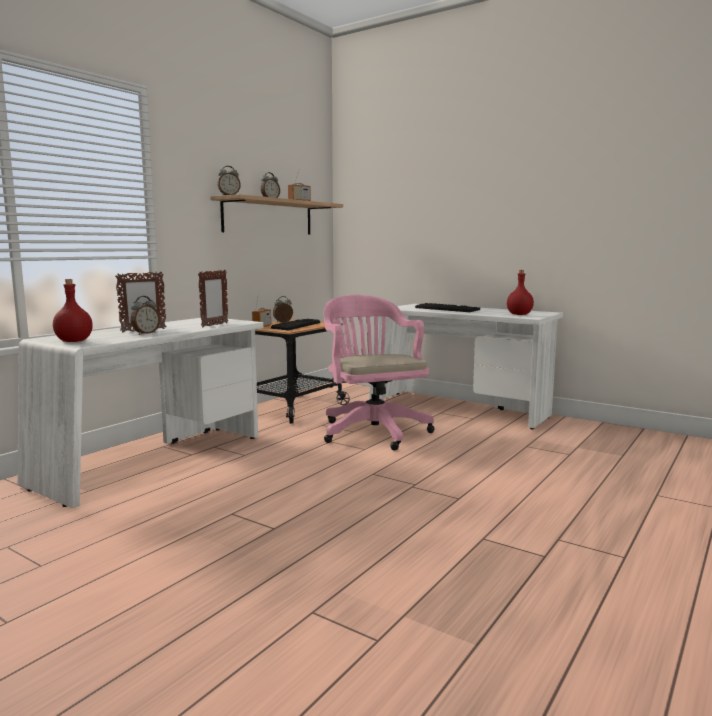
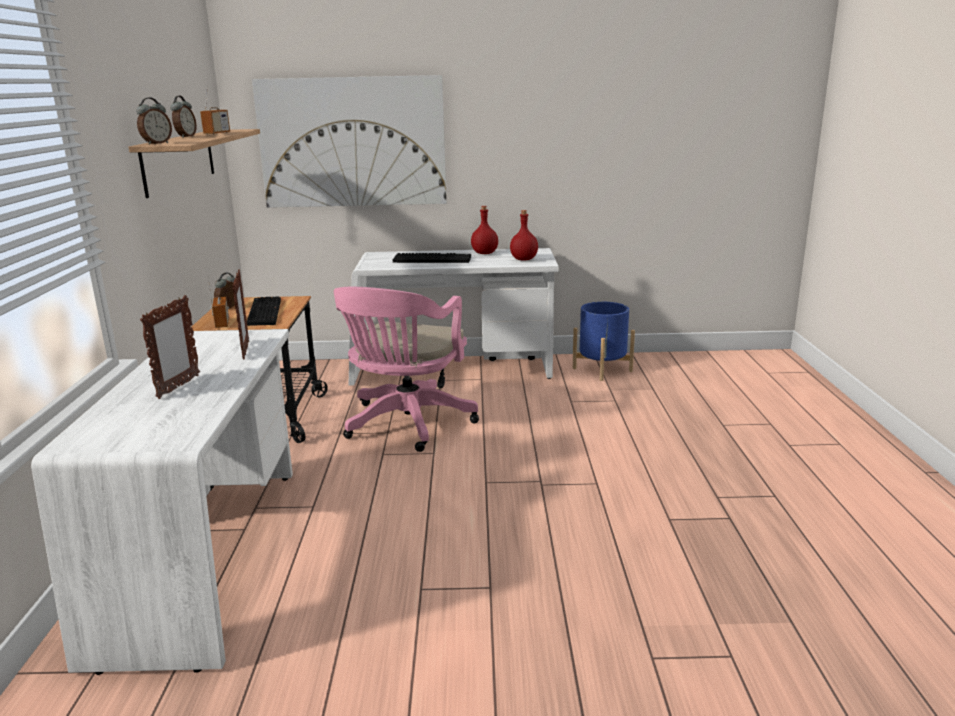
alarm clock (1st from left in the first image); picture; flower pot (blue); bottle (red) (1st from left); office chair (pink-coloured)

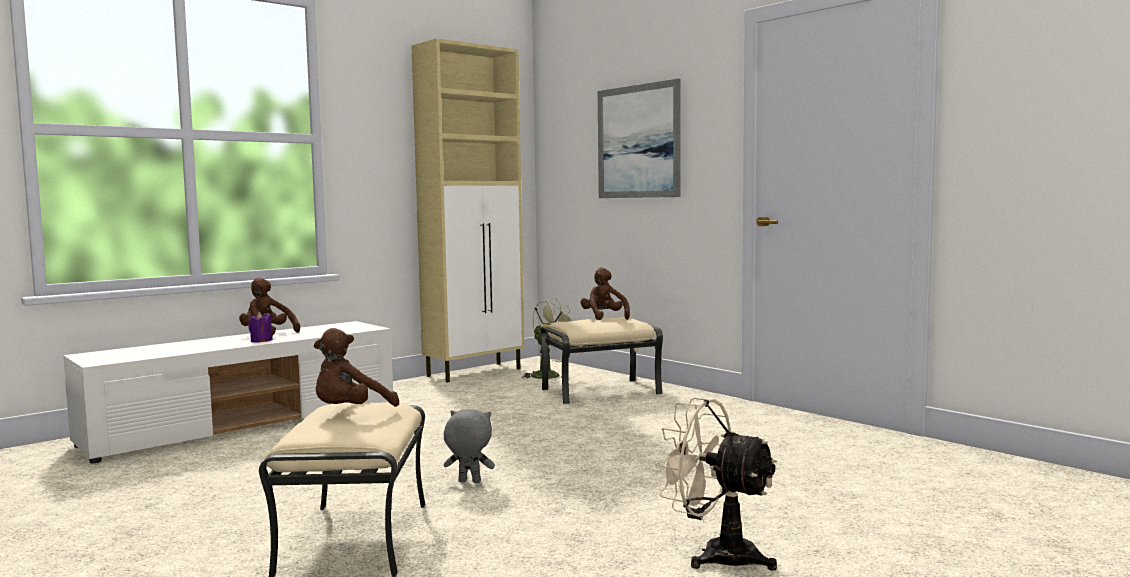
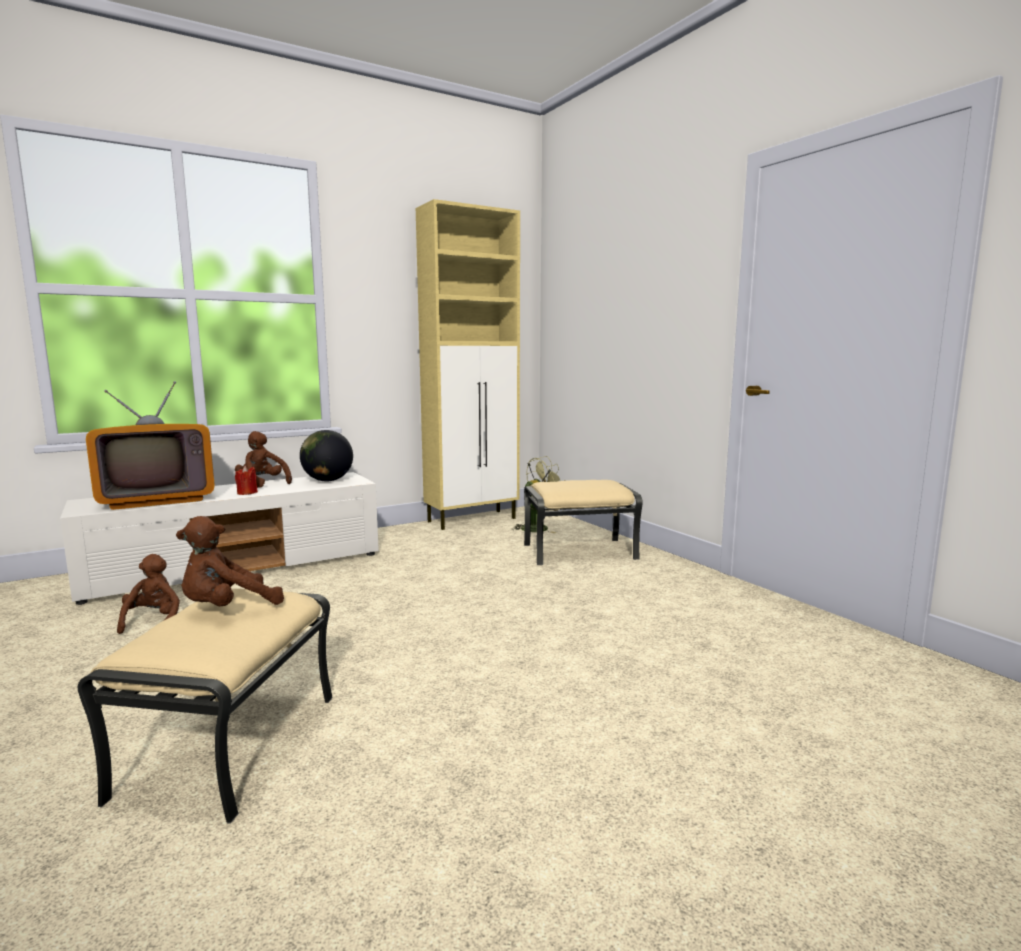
plush toy (grey); picture; cooling fan (sand-coloured); TV; desk globe; plush toy (brownish) (1st from left); wax light (red)

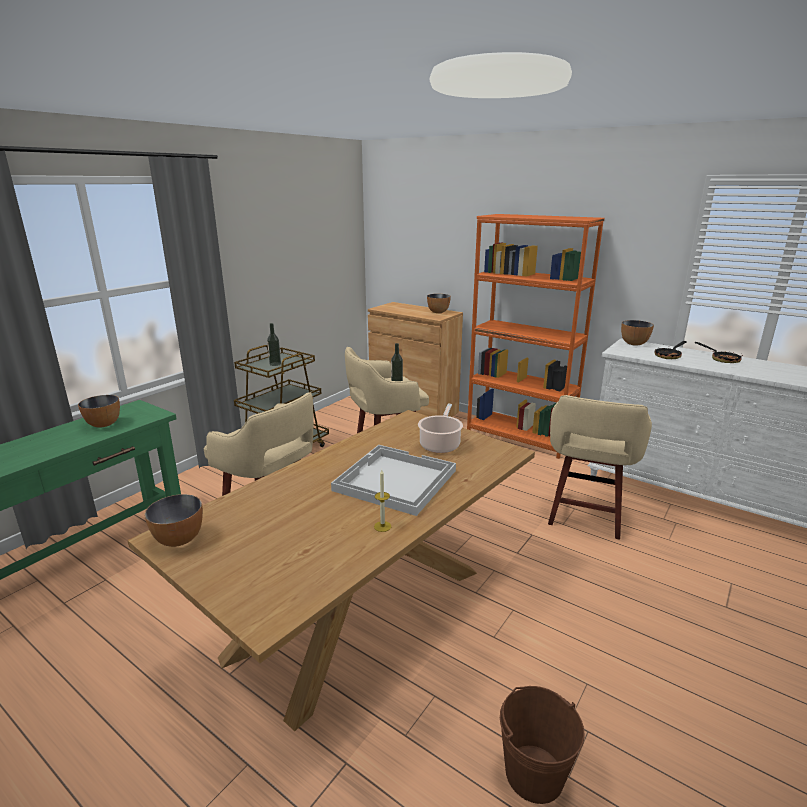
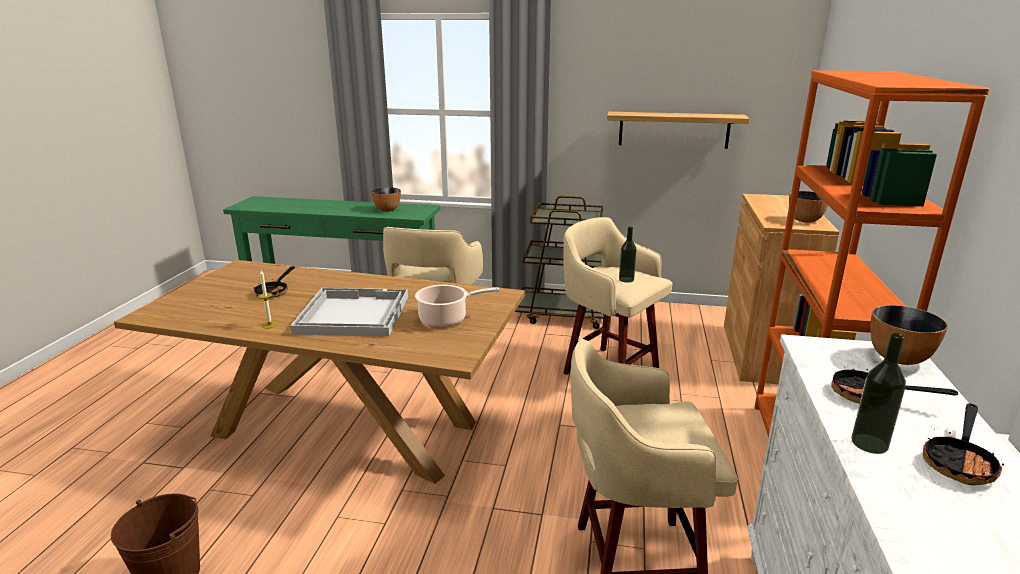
serving bowl (2nd from left in the first image); skillet (1st from left); wall shelf; bottle (2nd from left)

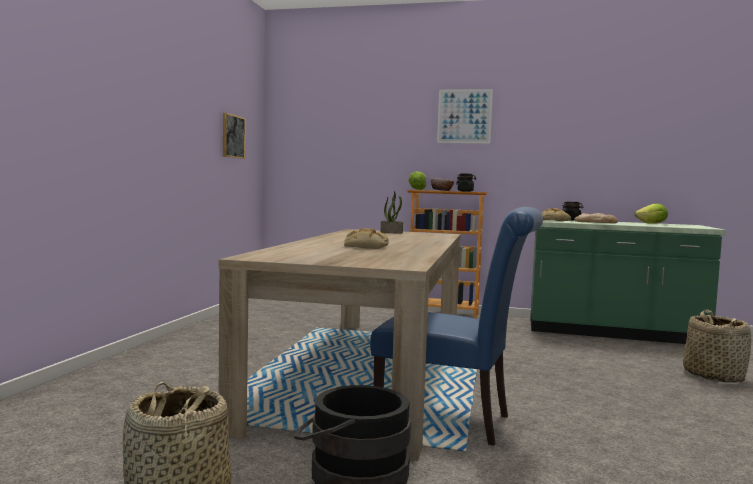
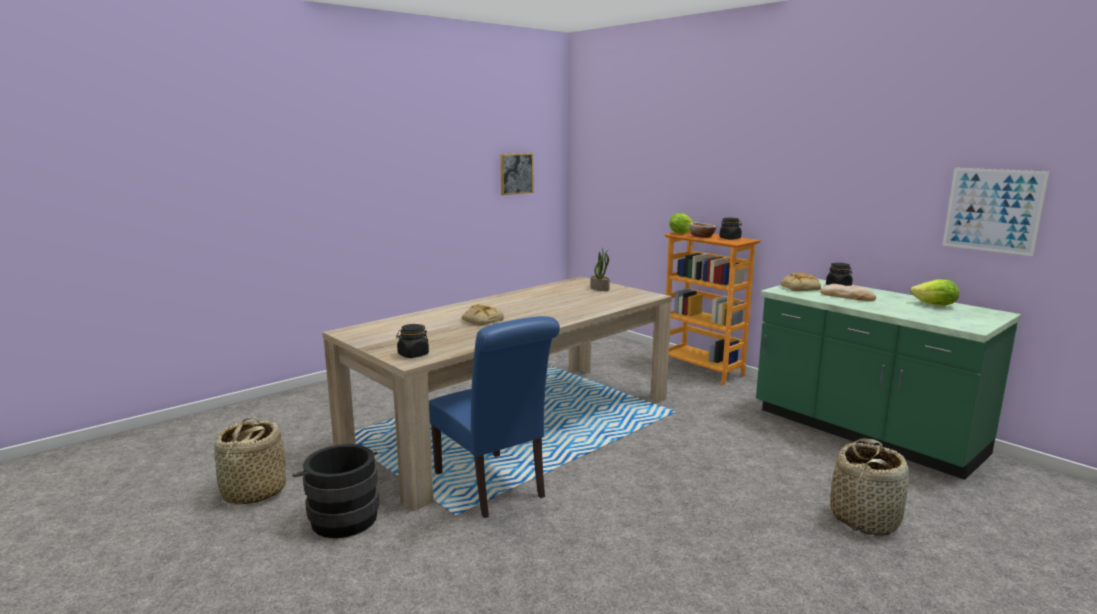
preserve jar (blackish) (1st from left); picture (2nd from left)

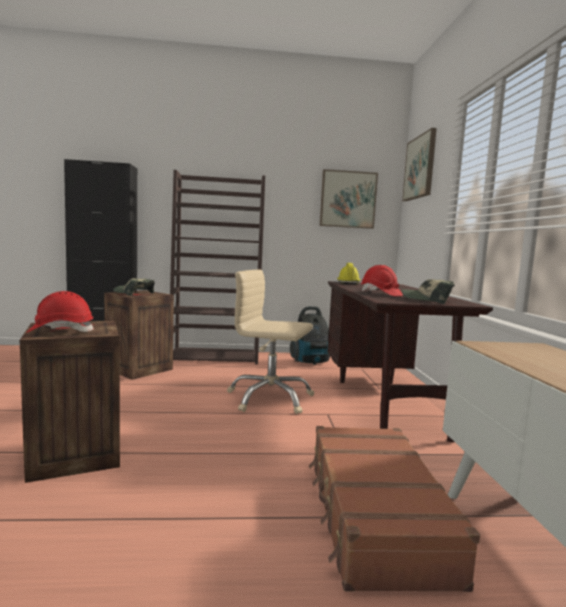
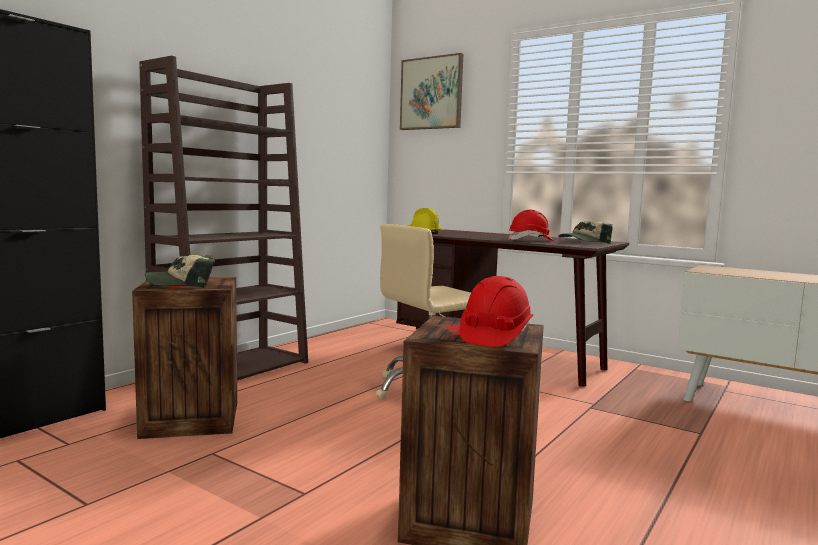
hoover; suitcase (brownish); picture (1st from left in the first image)

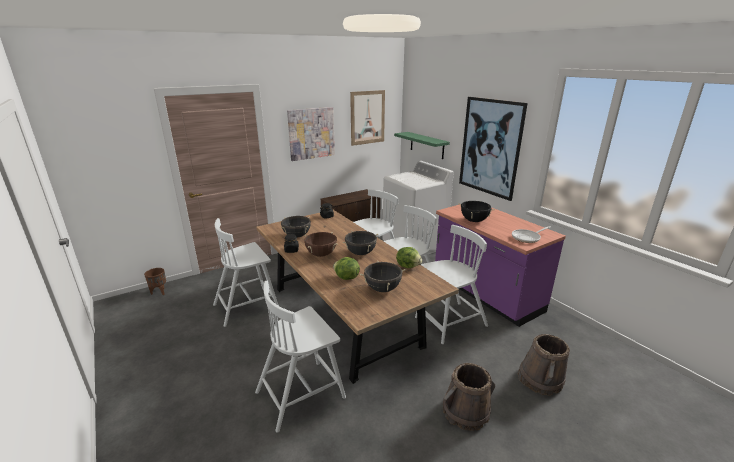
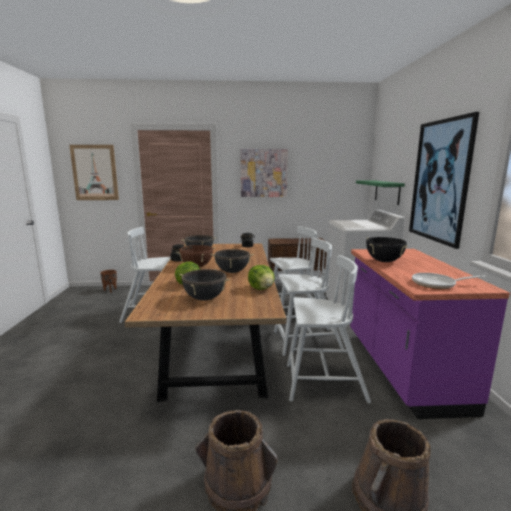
chair (white-coloured) (2nd from left in the first image); picture (1st from left)

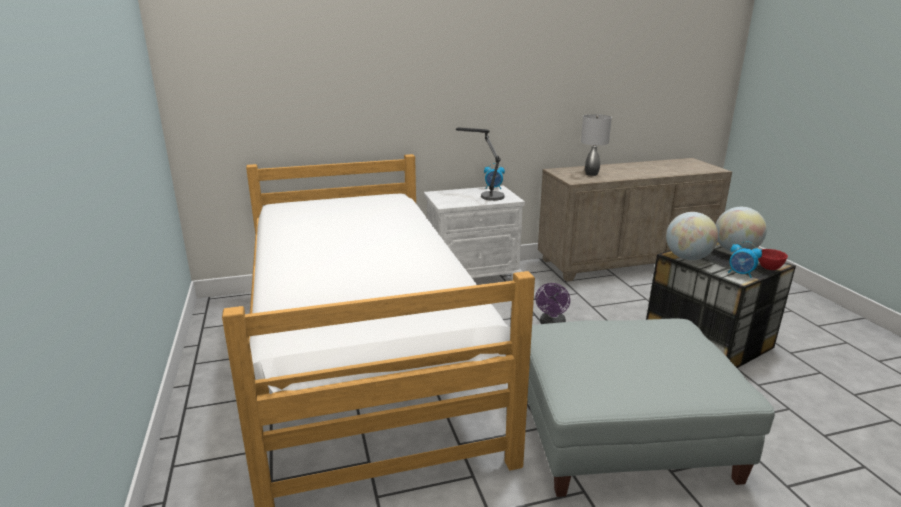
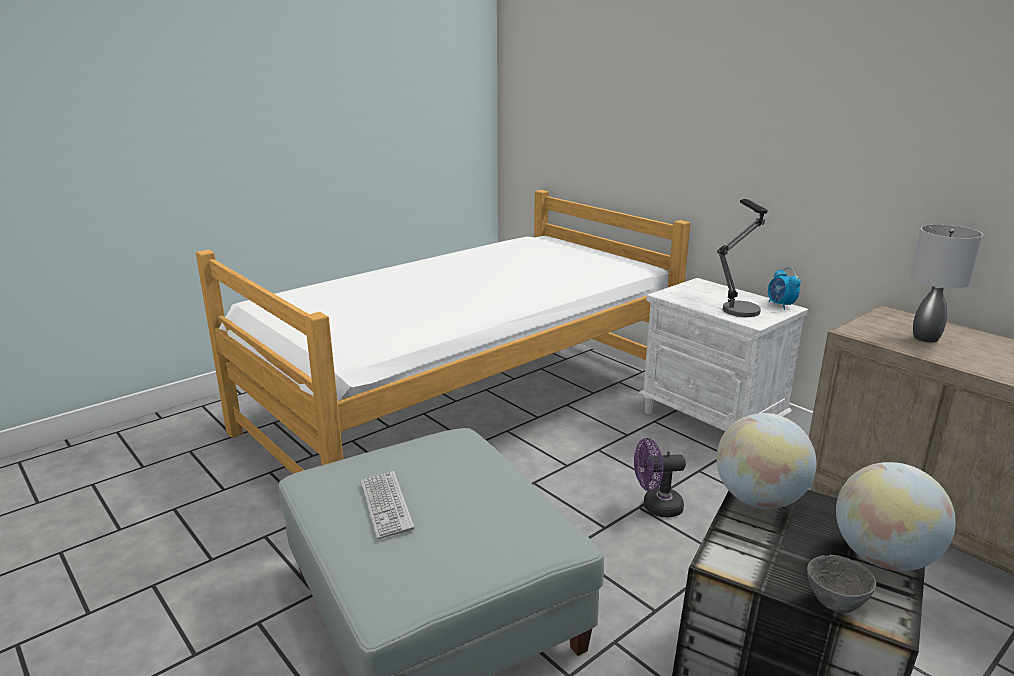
alarm clock (2nd from left in the first image); computer keyboard; serving bowl (grey)

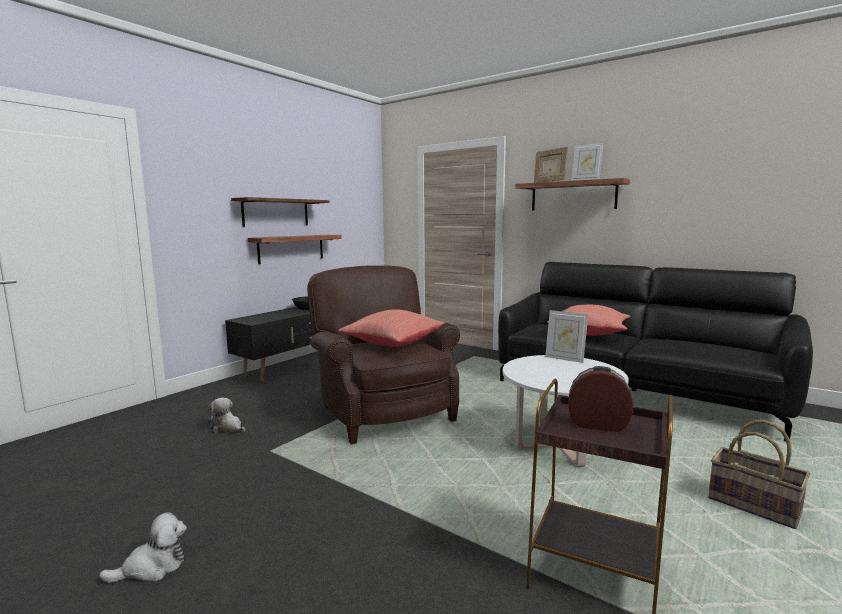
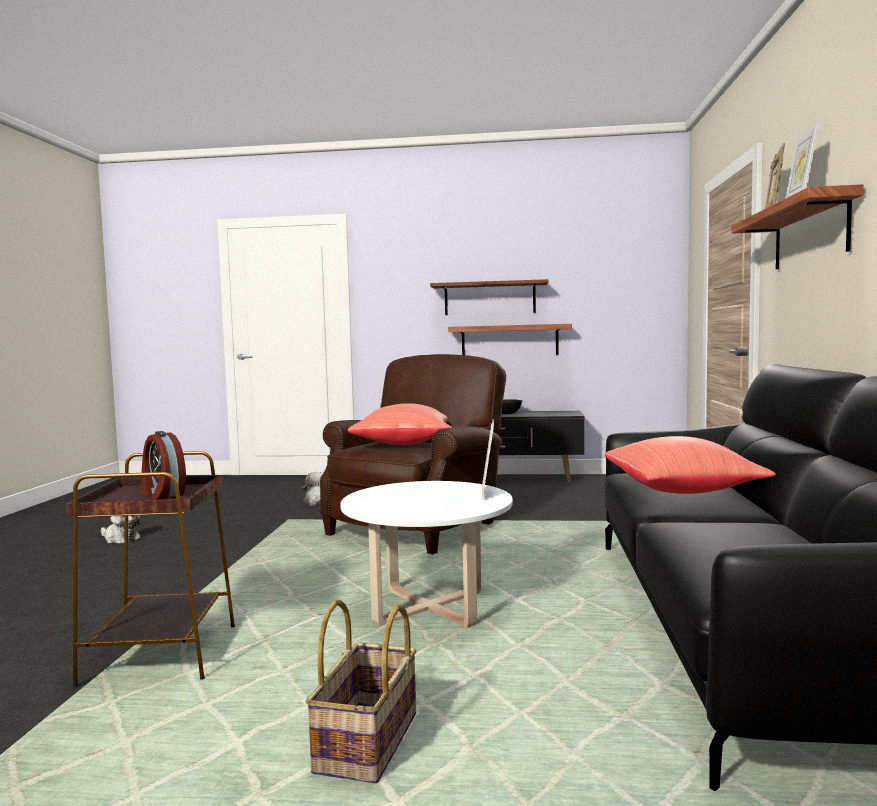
alarm clock

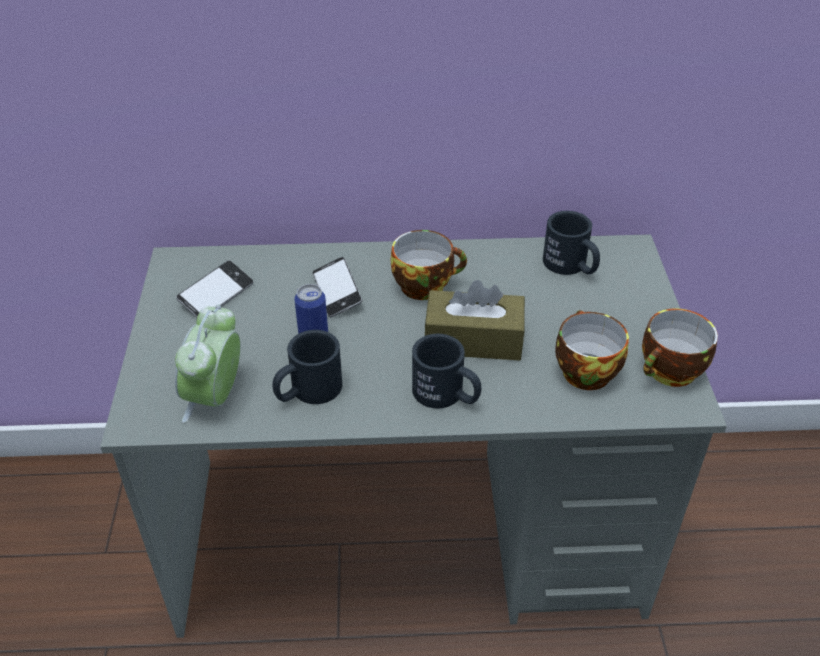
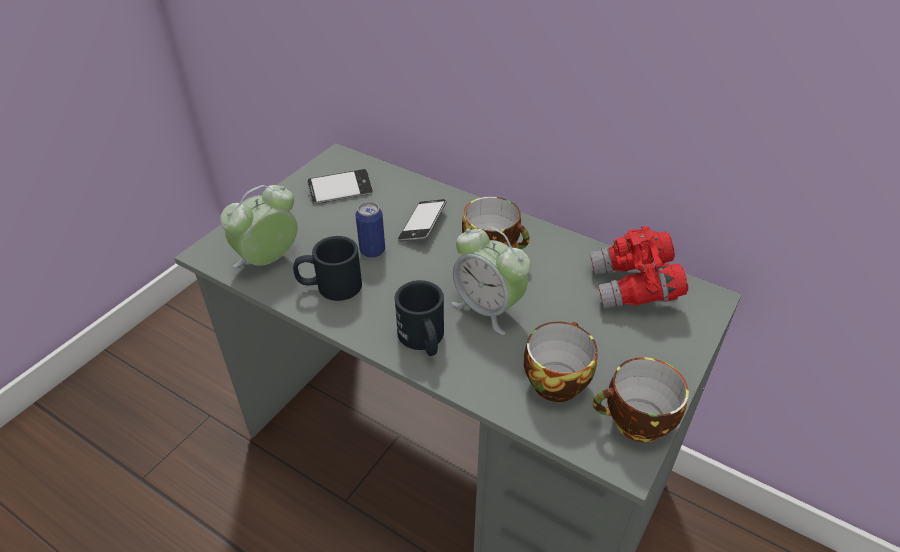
alarm clock (2nd from left); pair of binoculars (red)

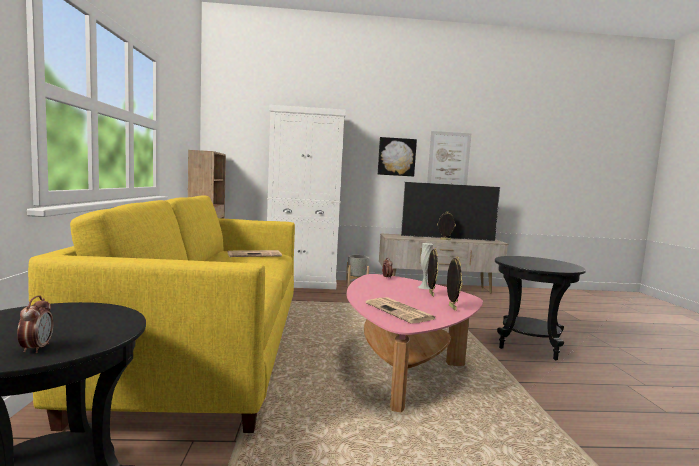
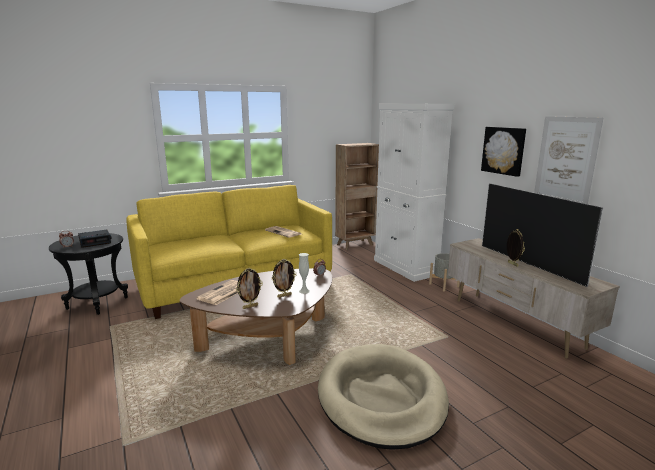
alarm clock (2nd from left); dog cushion (sand-coloured); lounge table (brownish)

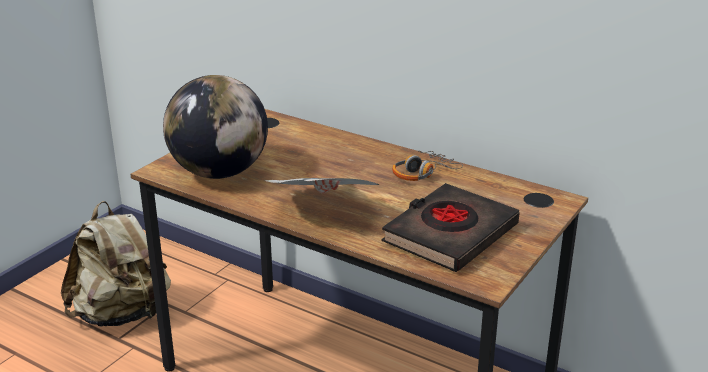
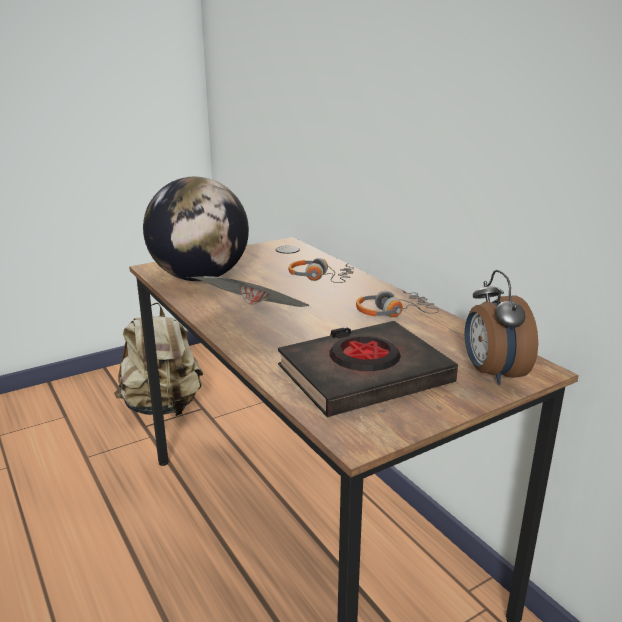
headphones (1st from left); alarm clock

